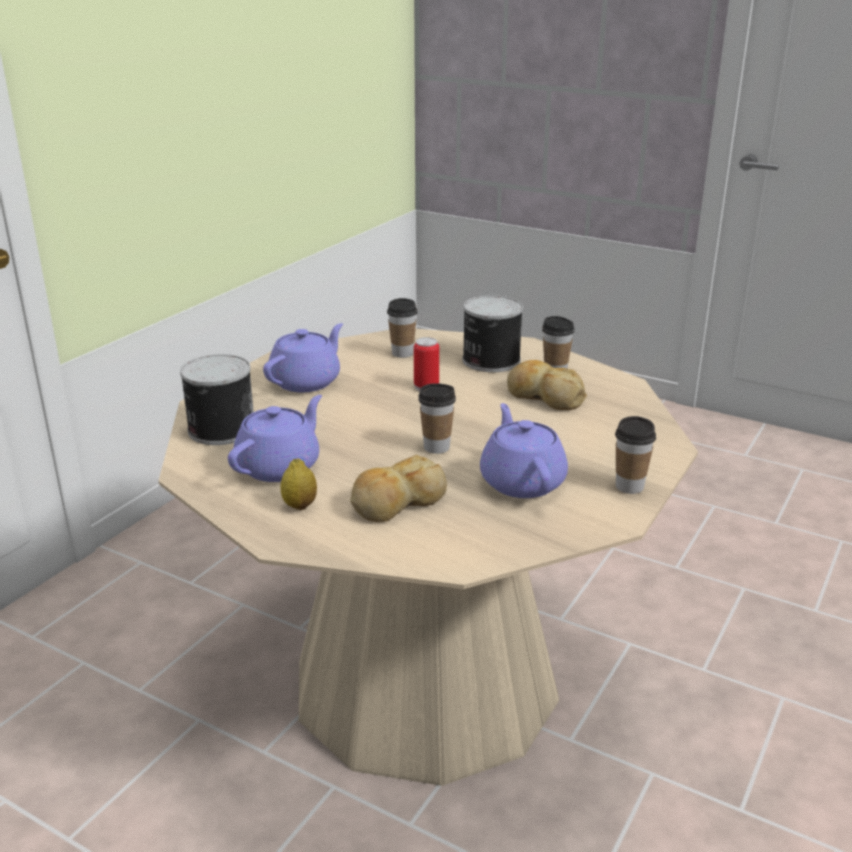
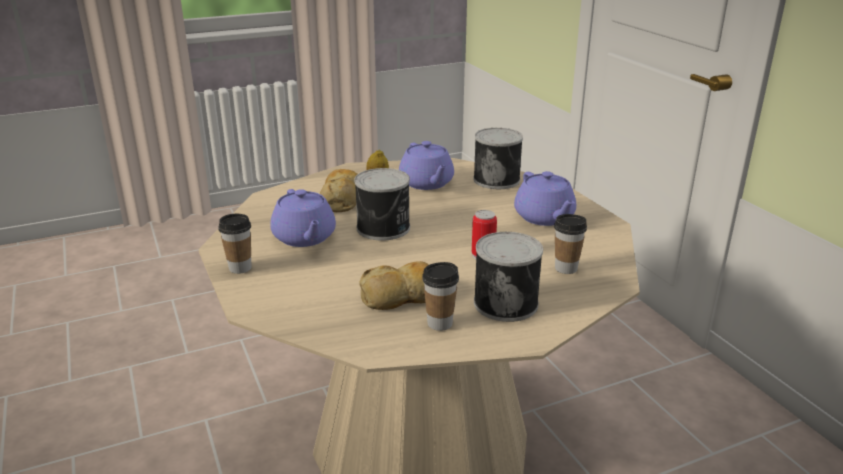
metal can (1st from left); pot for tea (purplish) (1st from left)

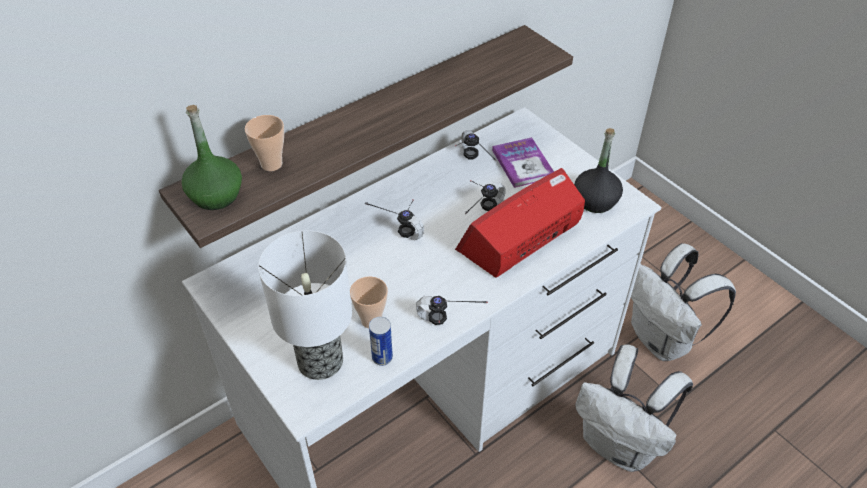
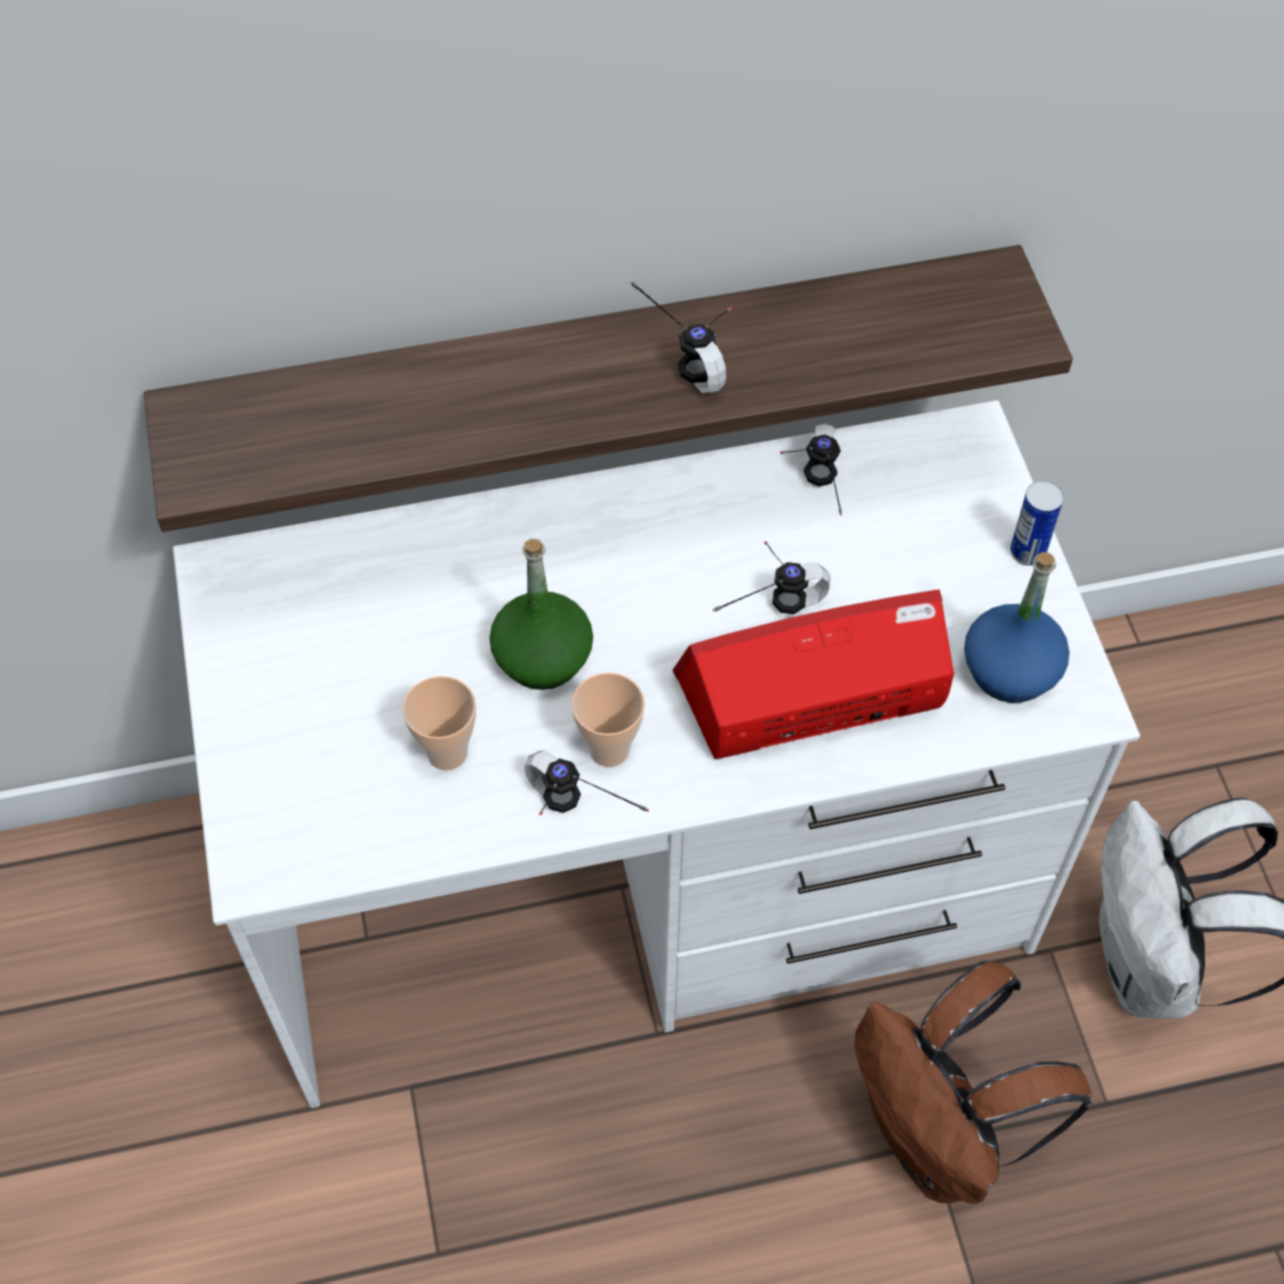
table lamp; bound book; bottle (greenish); drinking cup (2nd from left); headphones (2nd from left); metal can; bottle (blue); rucksack (brownish)

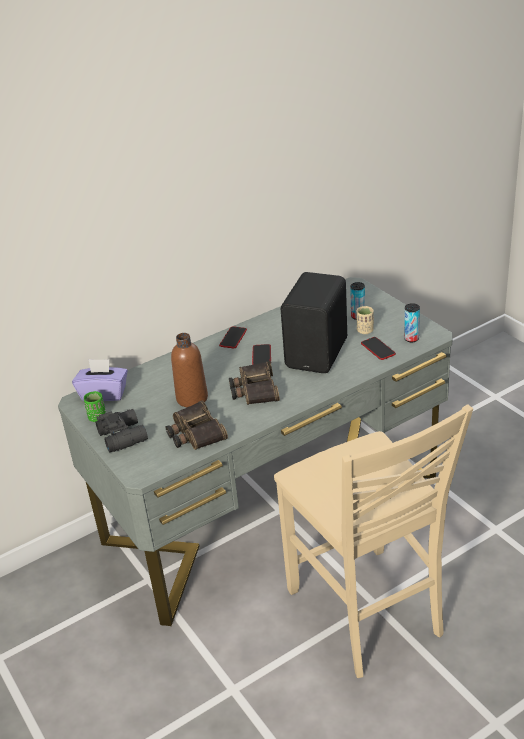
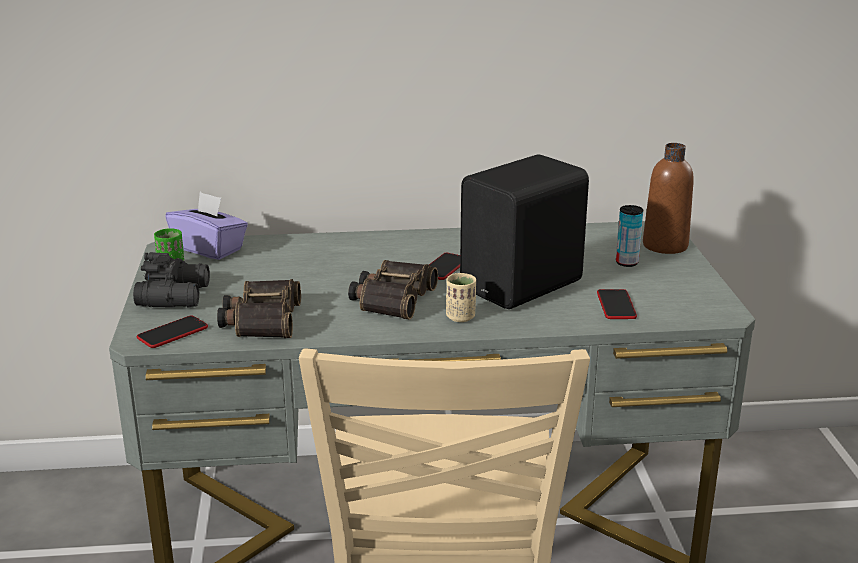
metal can (2nd from left in the first image); bottle (brownish); telephone (1st from left); drinking cup (sand-coloured)

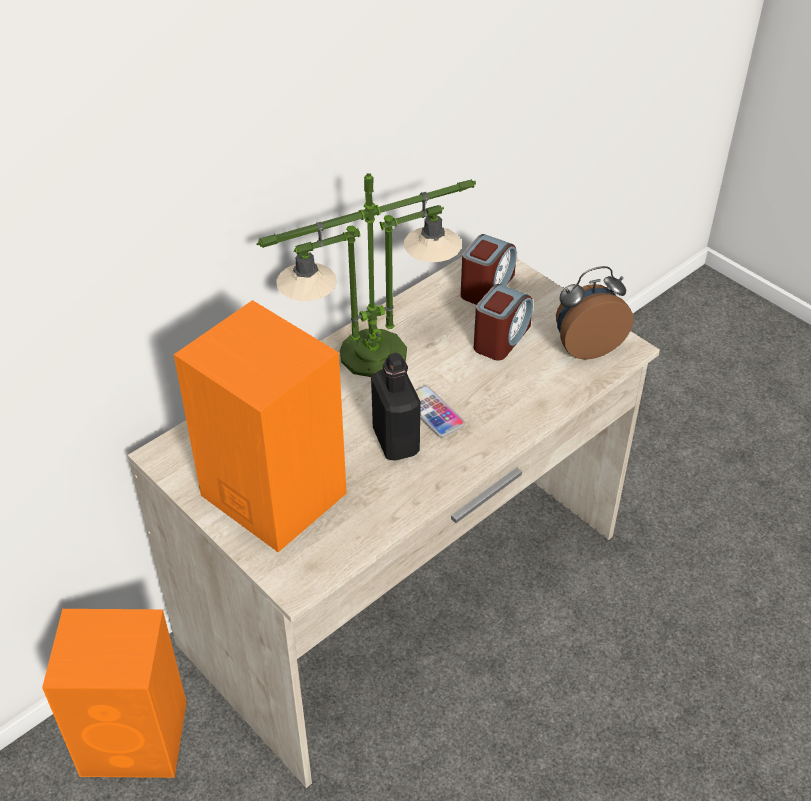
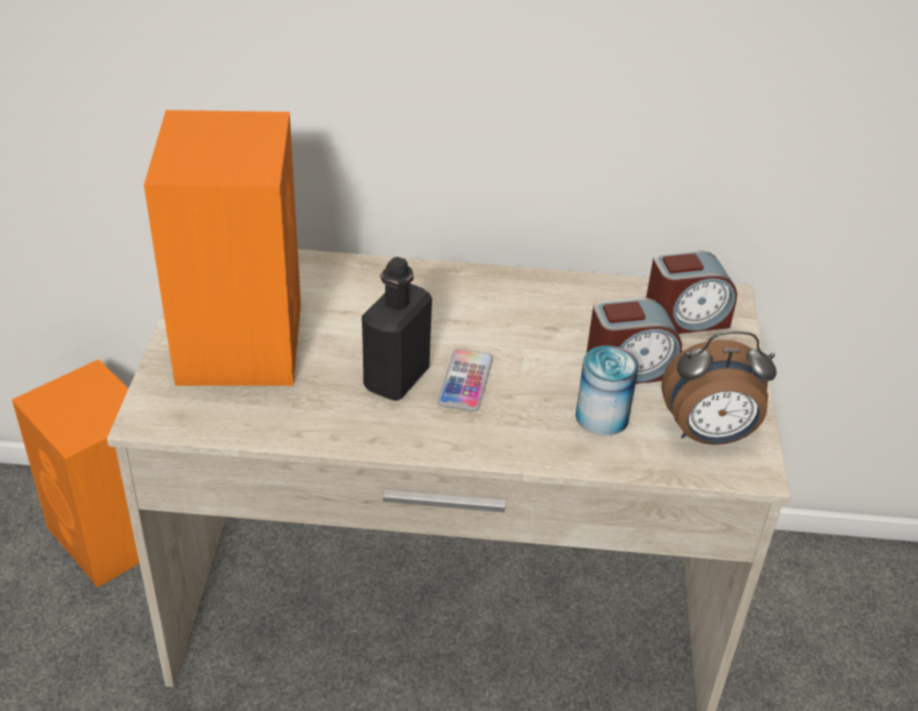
table lamp; metal can; alarm clock (3rd from left)

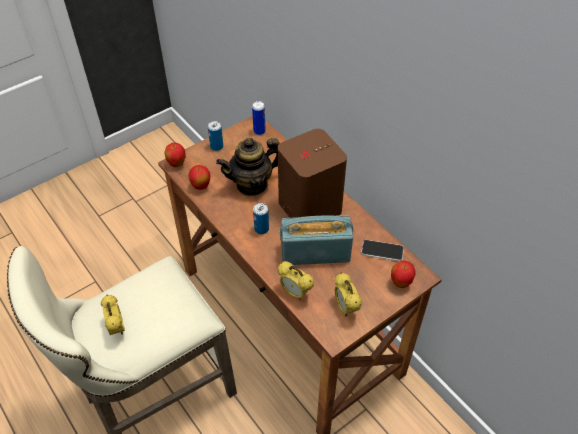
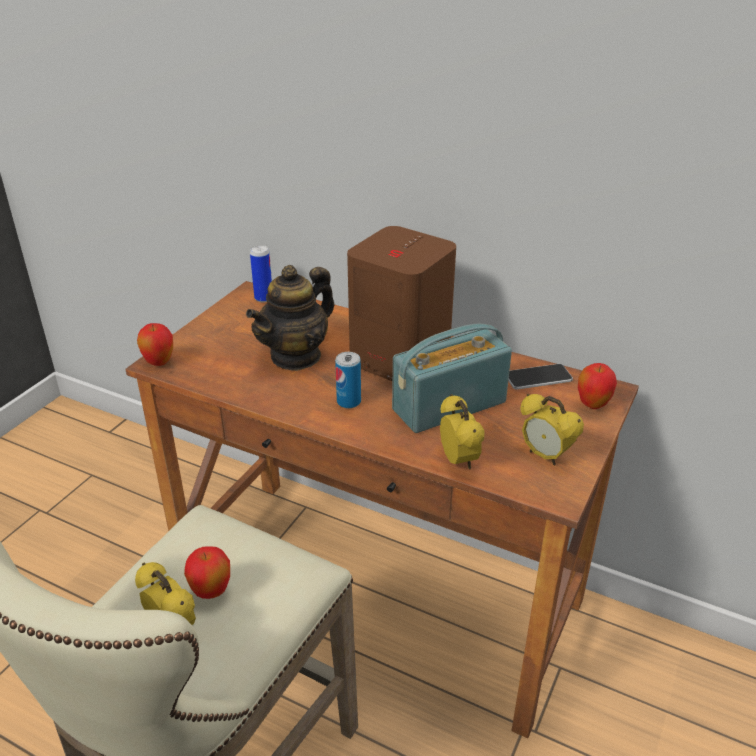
metal can (1st from left in the first image); apple (2nd from left); alarm clock (2nd from left)

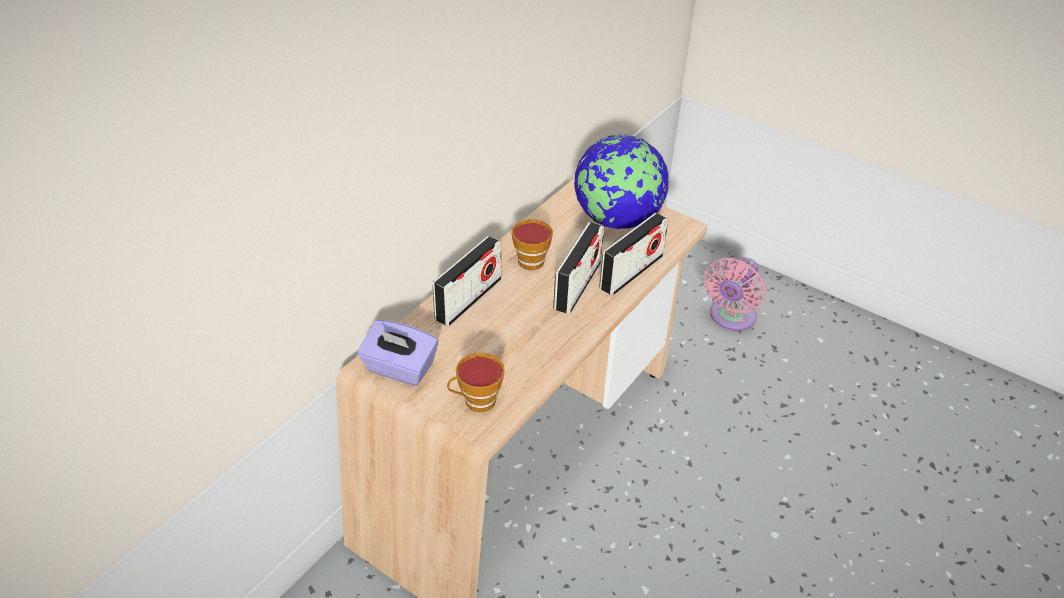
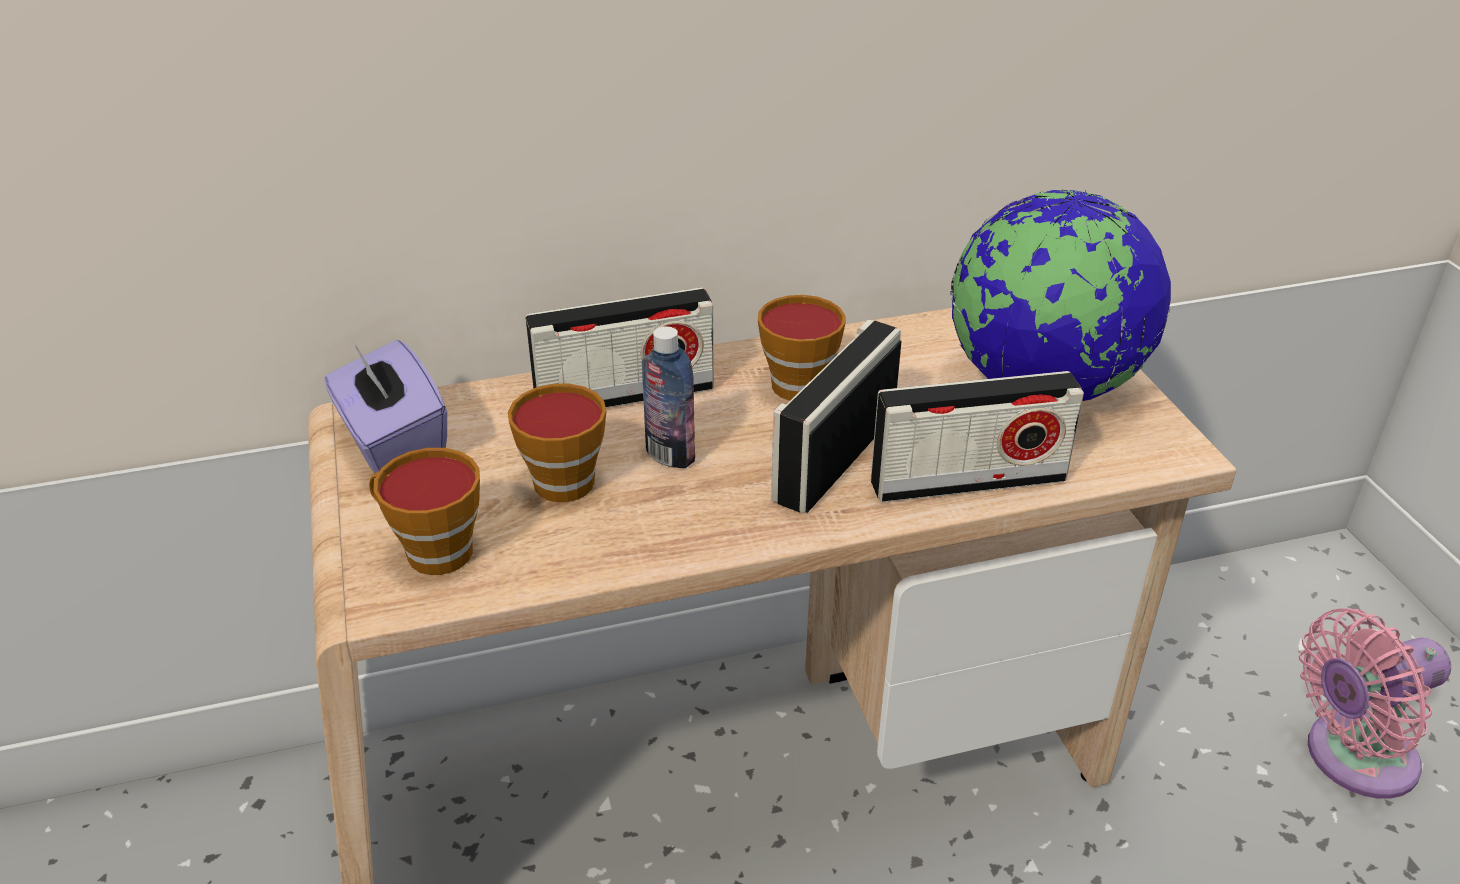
drinking cup (2nd from left); bottle; radio set (2nd from left)

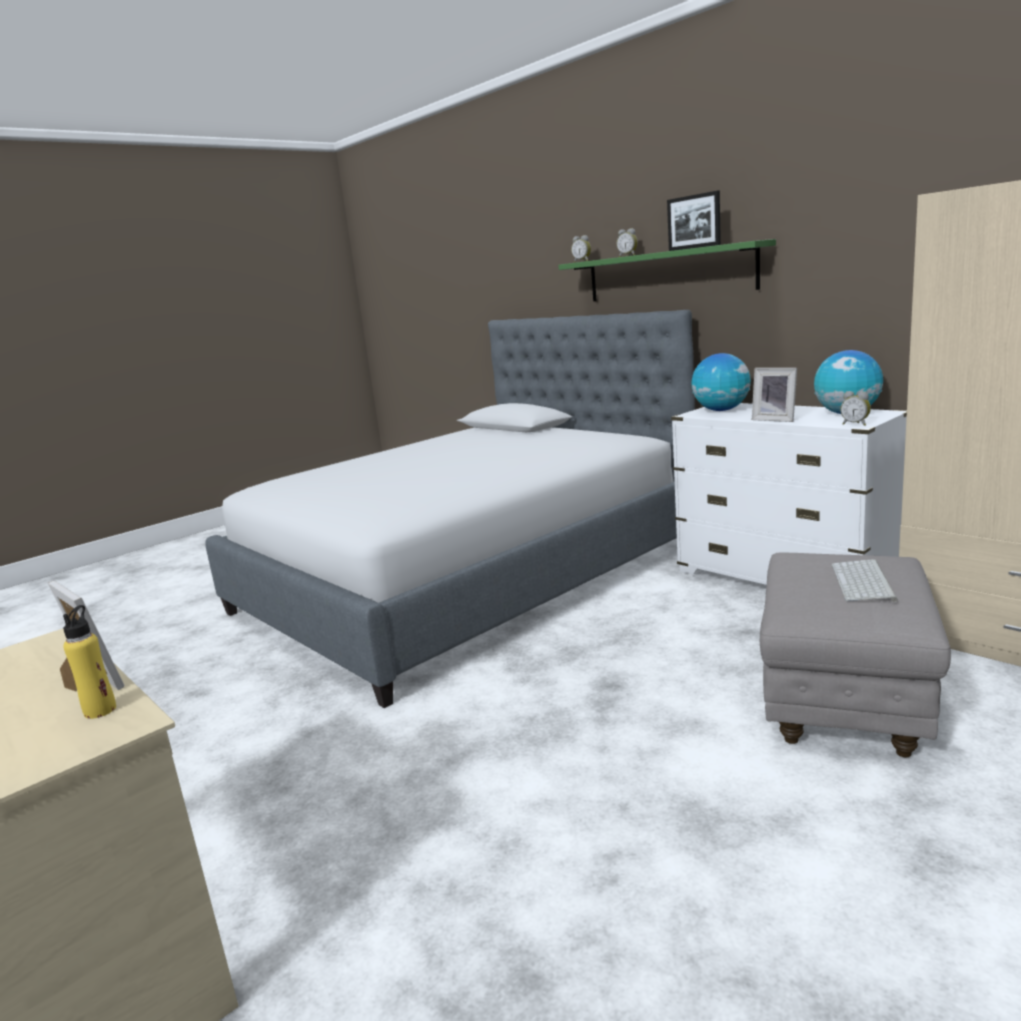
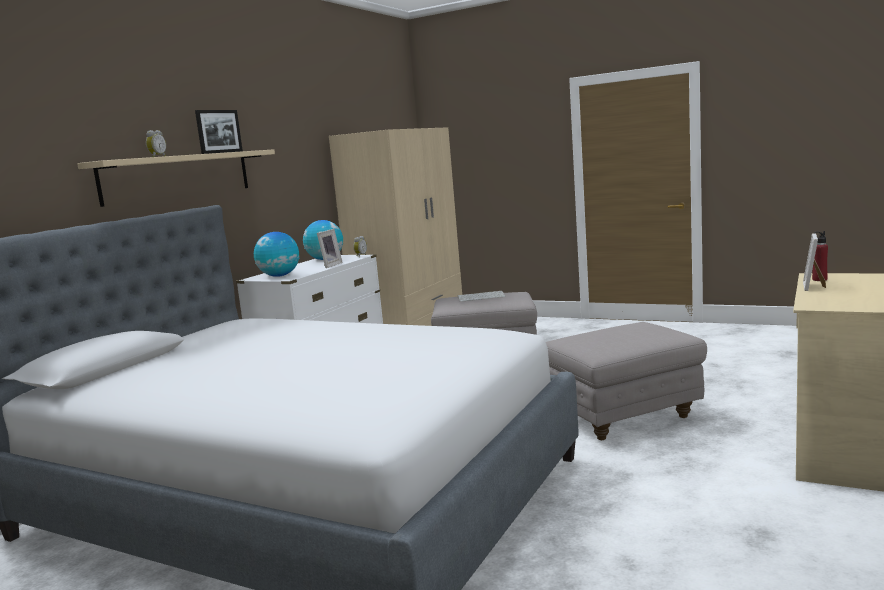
alarm clock (1st from left in the first image); pouffe (grey) (2nd from left); bottle (red); wall shelf (sand-coloured)

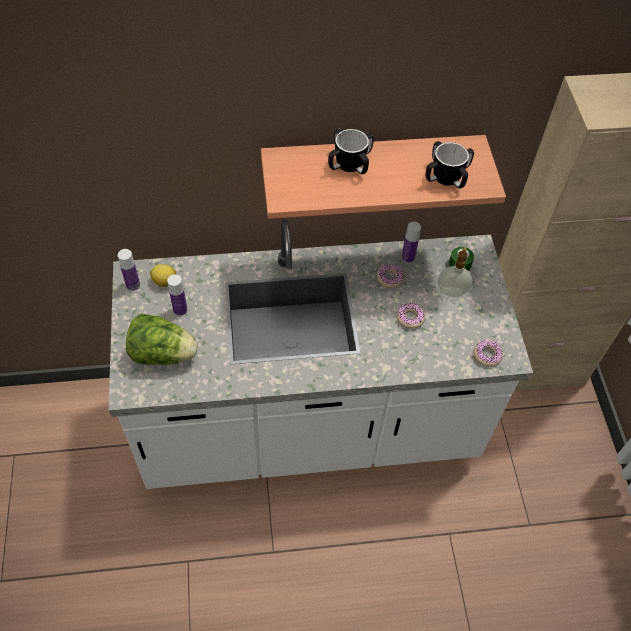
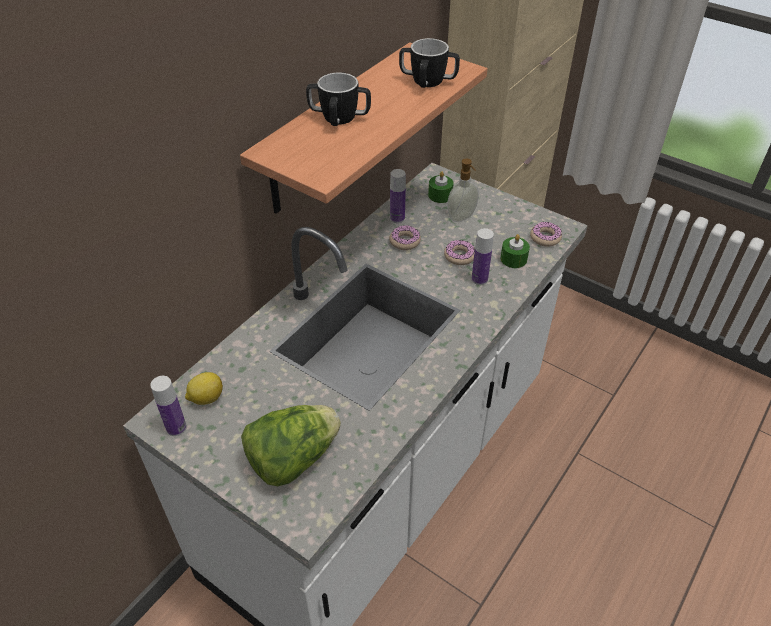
wax light (greenish) (2nd from left); bottle (3rd from left)

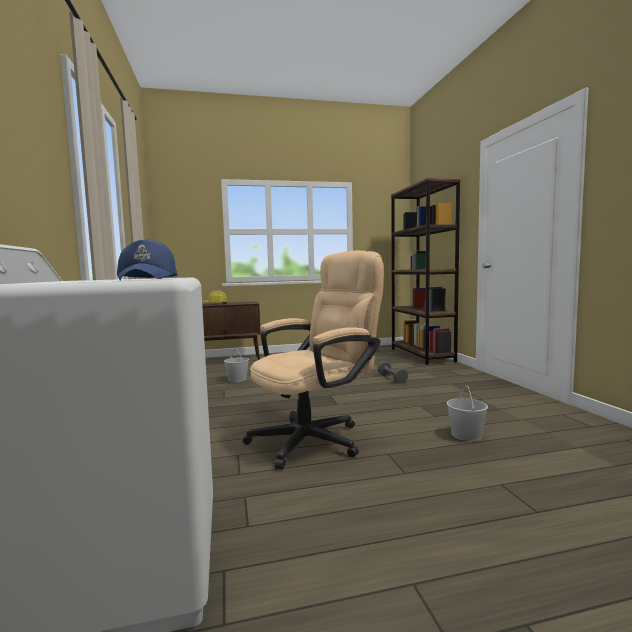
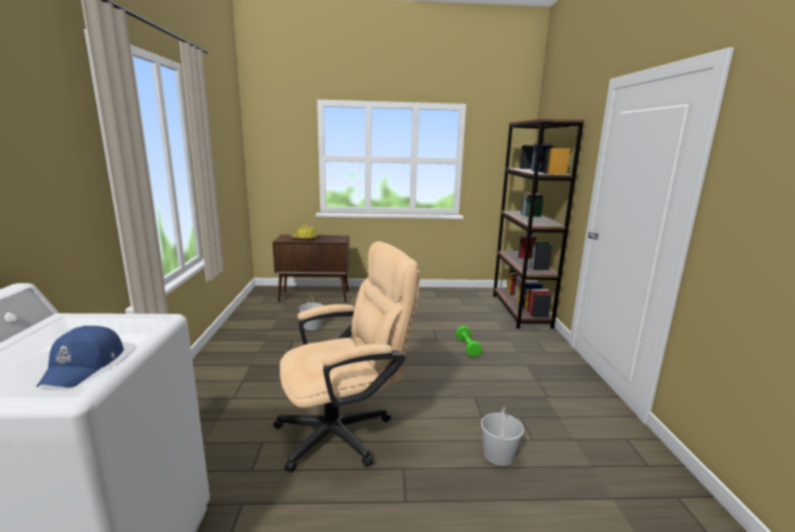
hand weight (greenish)

